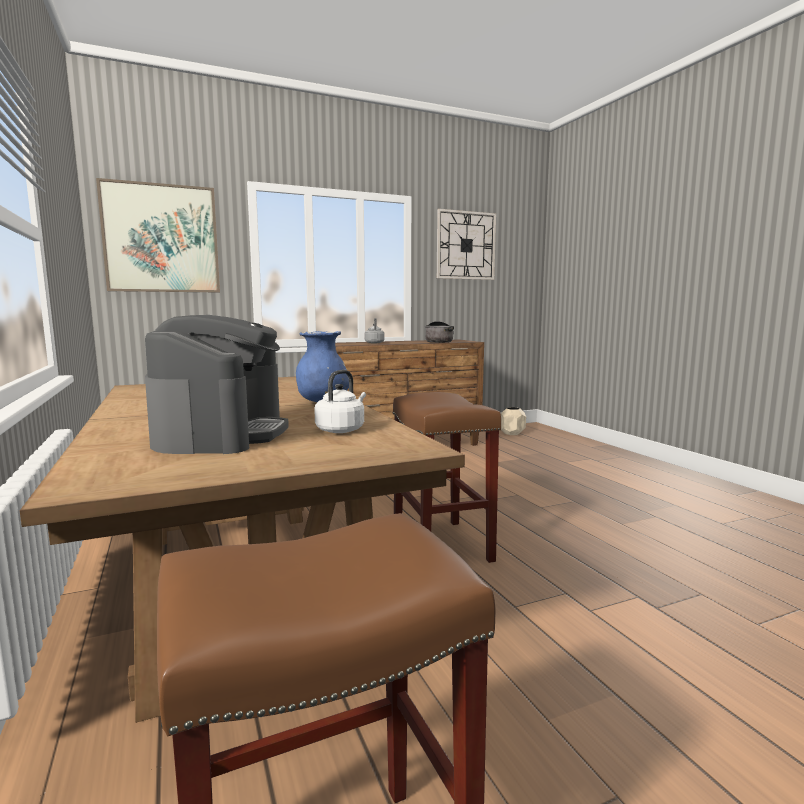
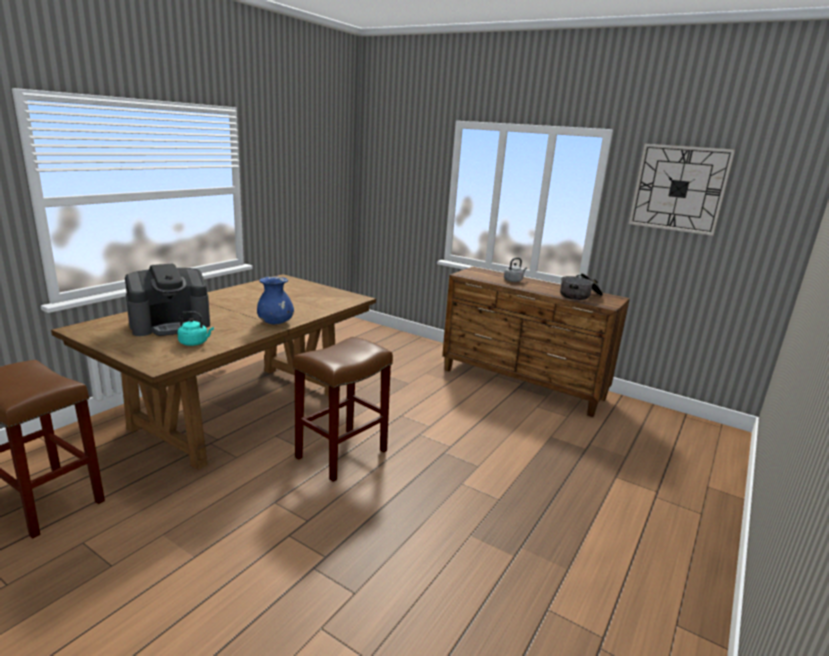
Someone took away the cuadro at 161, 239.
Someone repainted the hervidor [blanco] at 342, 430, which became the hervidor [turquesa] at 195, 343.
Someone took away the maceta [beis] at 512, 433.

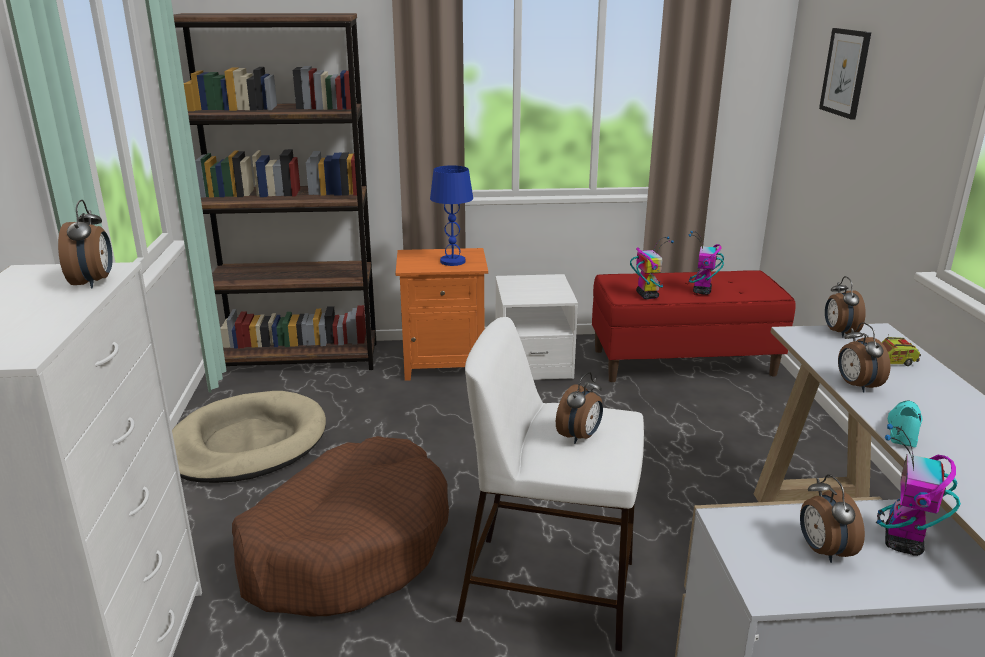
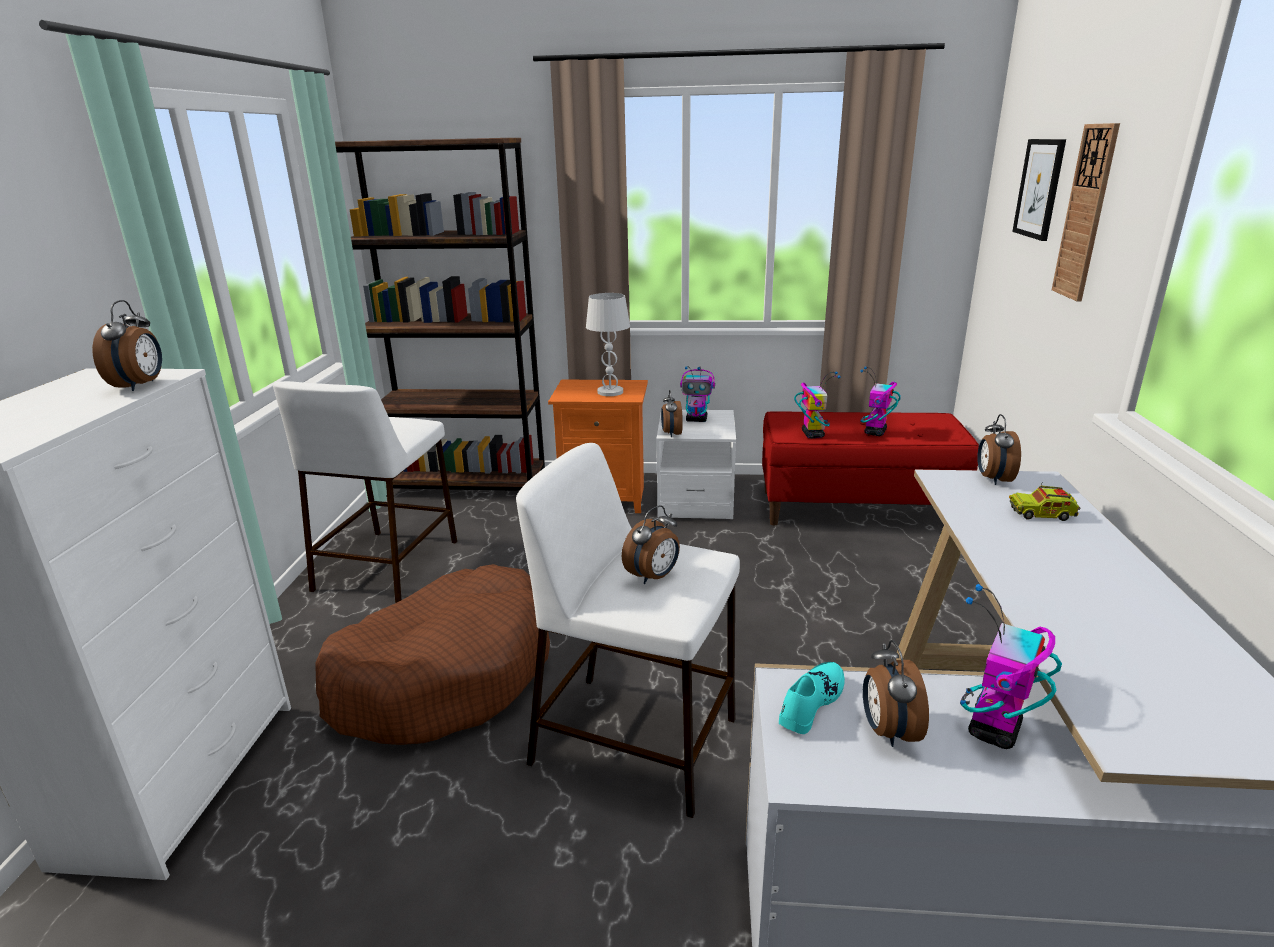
Someone swapped the cama para perro [beis] at 247, 443 for the taburete [blanco] at 387, 564.
Someone repainted the lámpara de mesa [azul] at 452, 261, which became the lámpara de mesa [blanco] at 610, 392.
Someone carried the despertador from 856, 386 to 671, 434.
Someone carried the zapato [turquesa] from 903, 429 to 810, 703.
Someone put down the robot de juguete at 697, 420.
Someone put up the reloj de pared at 1085, 213.

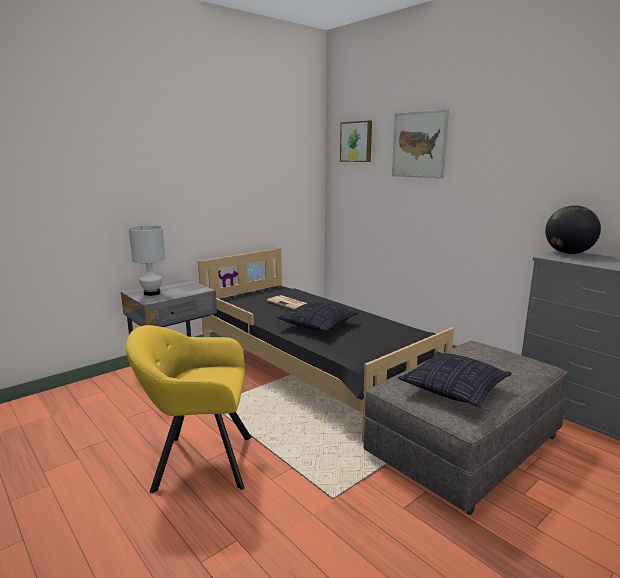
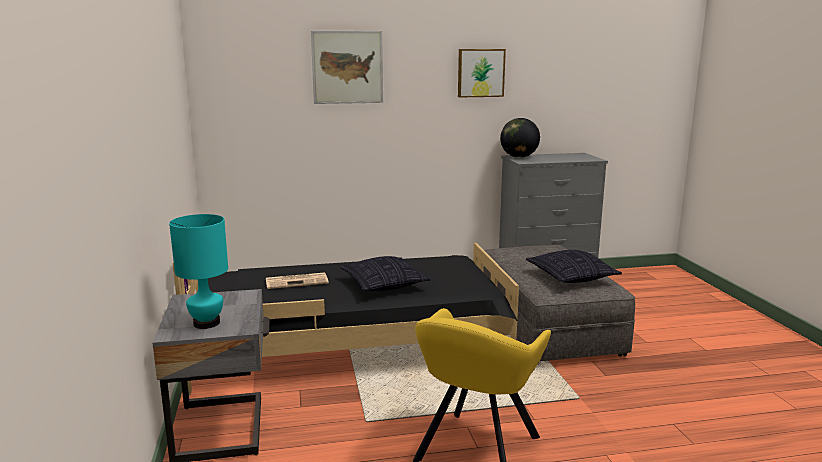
Someone repainted the lámpara de mesa [blanco] at 152, 293, which became the lámpara de mesa [turquesa] at 206, 323.
Someone carried the cuadro from 357, 141 to 480, 73.

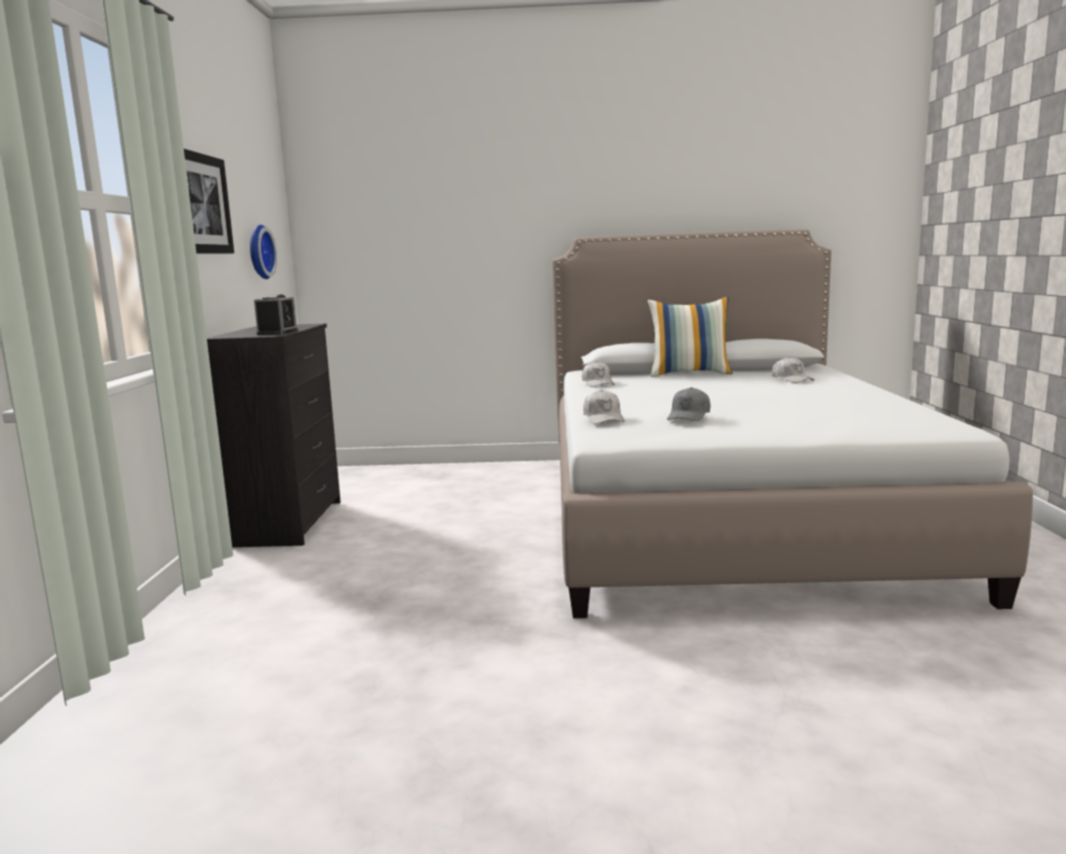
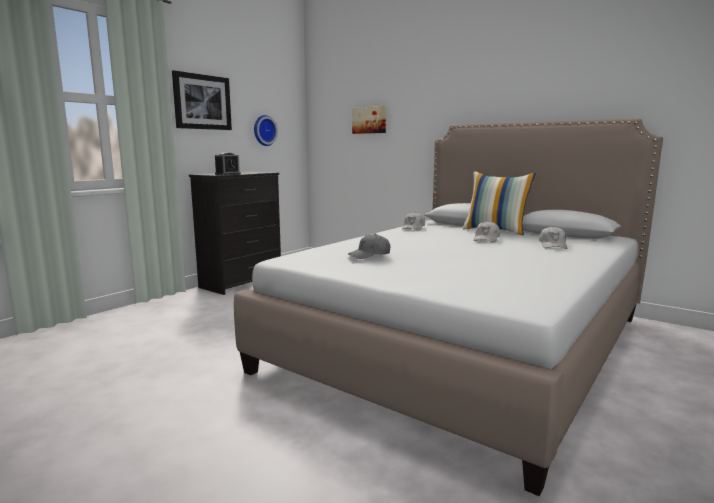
Someone carried the gorra [blanco] from 603, 418 to 486, 239.
Someone put up the cuadro at 369, 120.

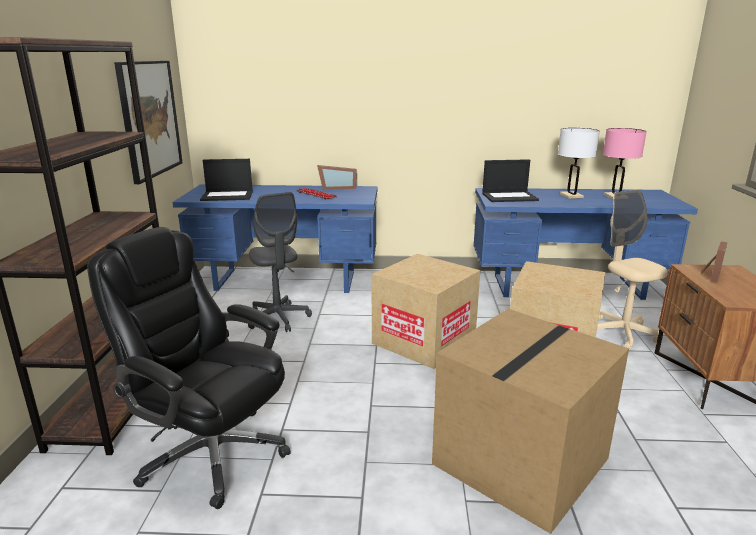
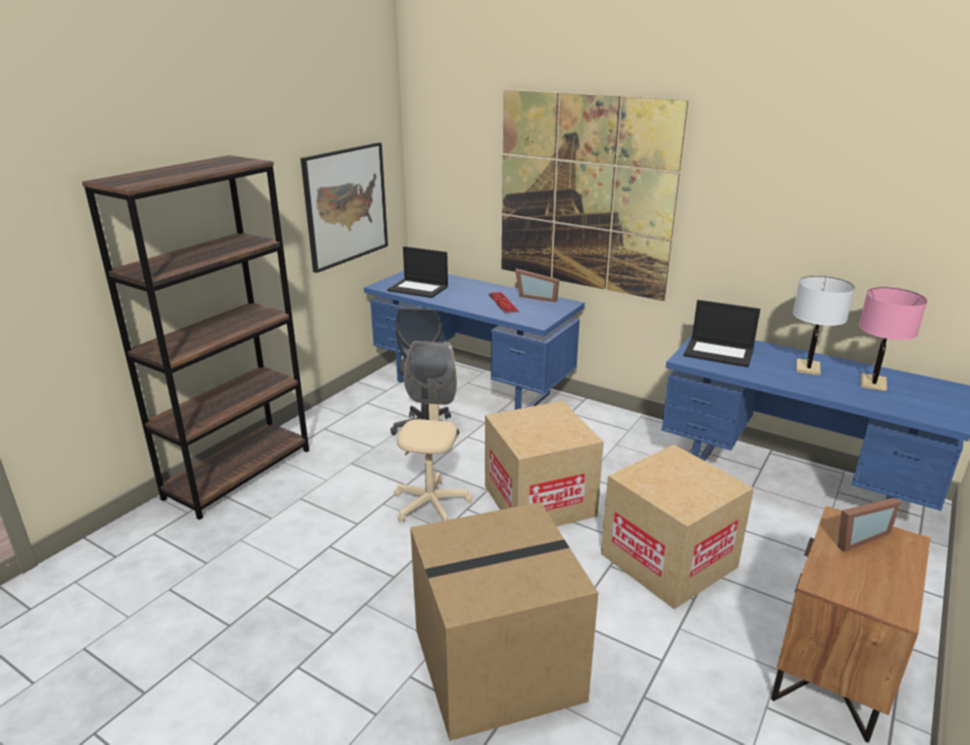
Someone took away the silla de oficina [negro] at 211, 452.
Someone carried the silla de oficina [beis] from 622, 333 to 431, 504.
Someone put up the cuadro at 584, 194.

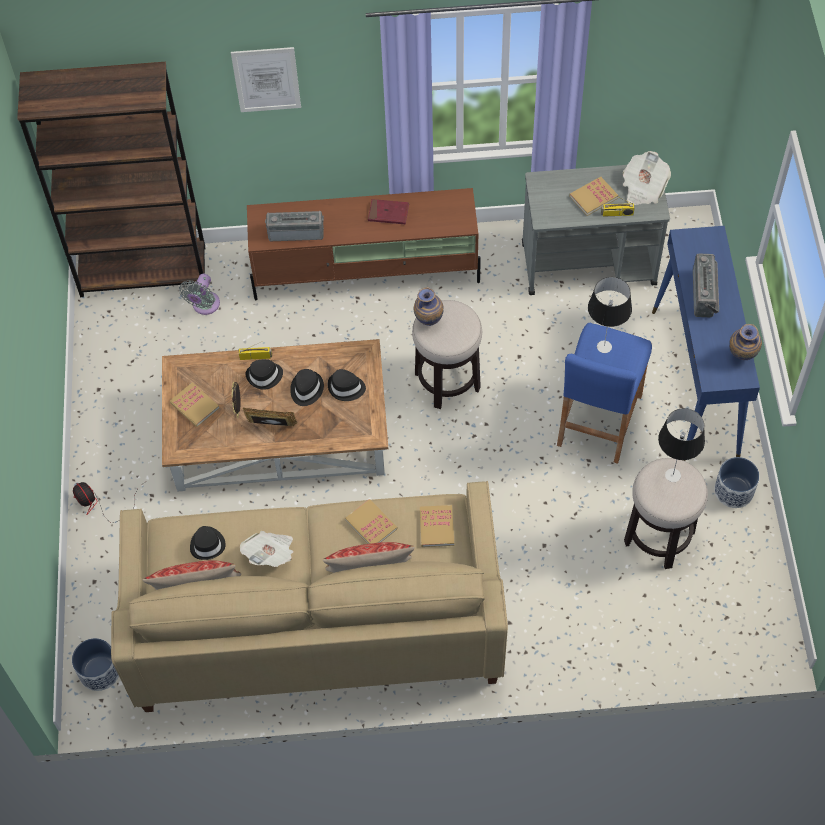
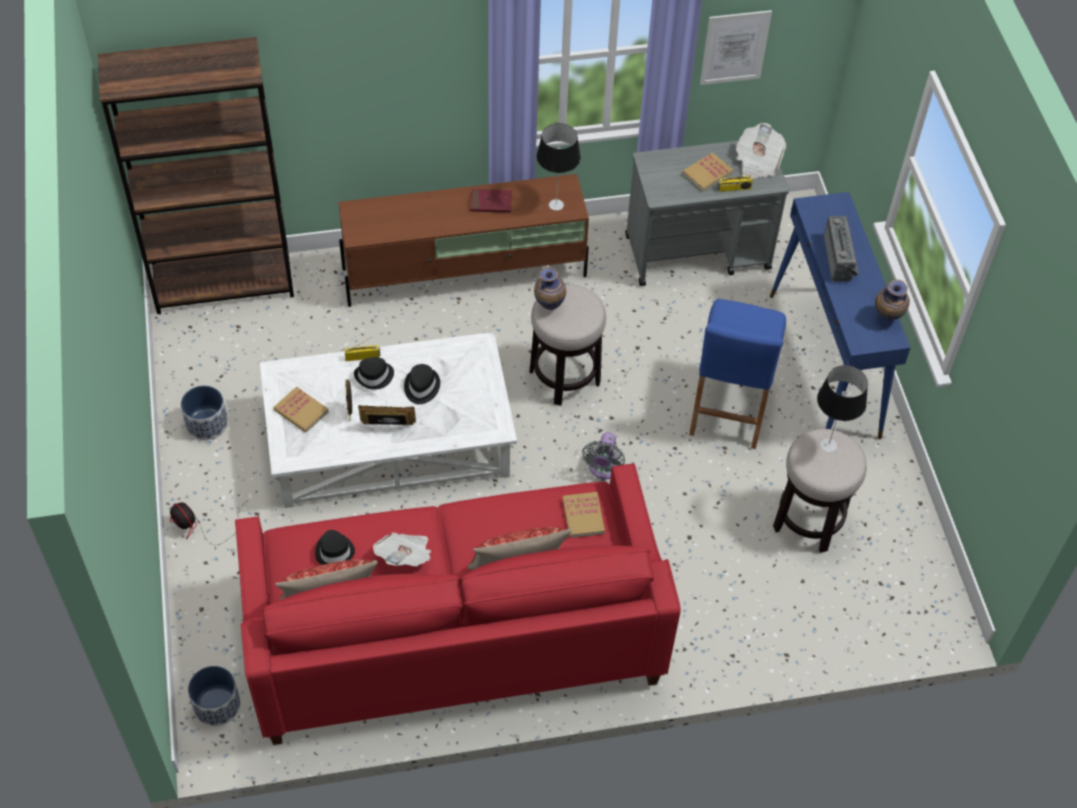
Someone repainted the sofá [beis] at 317, 622, which became the sofá [rojo] at 454, 634.
Someone repainted the mesa de centro [marrón] at 277, 434, which became the mesa de centro [blanco] at 388, 441.
Someone carried the ventilador [gris] from 204, 306 to 603, 469.
Someone carried the cuadro from 266, 79 to 735, 47.
Someone took away the radio at 296, 231.
Someone took away the sombrero [negro] at 346, 388.
Someone took away the libro at 371, 524.
Someone carried the lámpara de mesa from 604, 347 to 556, 205.
Someone carried the maceta from 733, 491 to 206, 423.

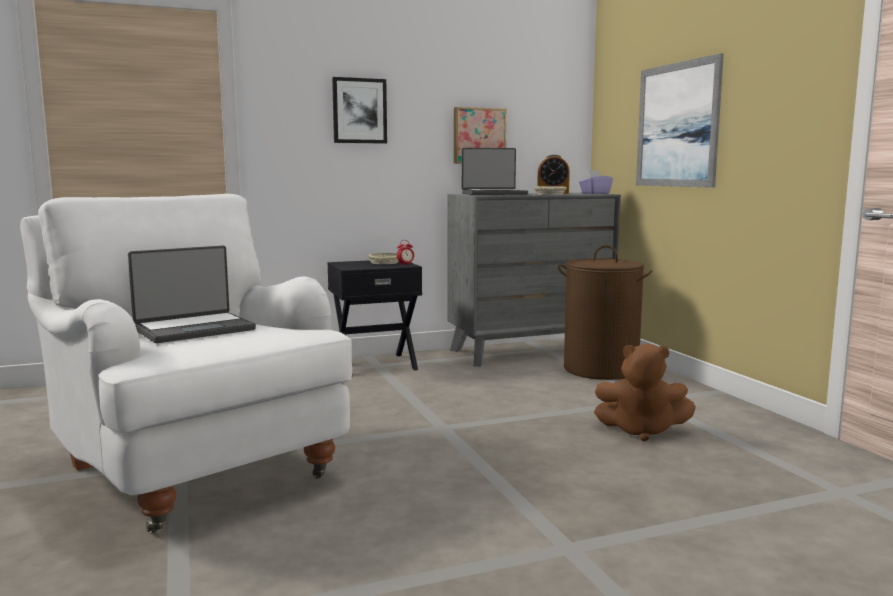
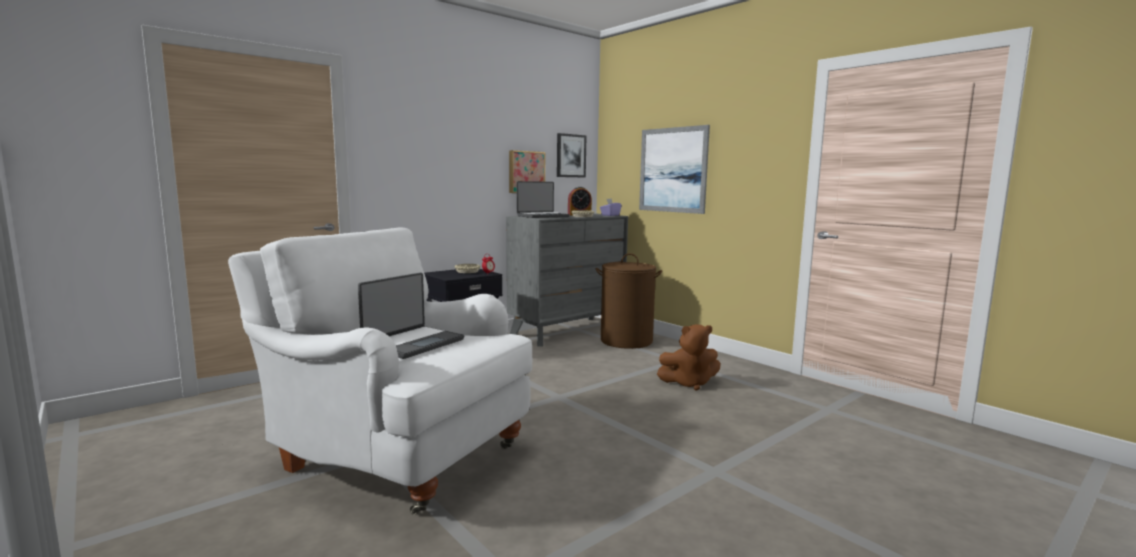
Someone carried the cuadro from 359, 111 to 570, 156.

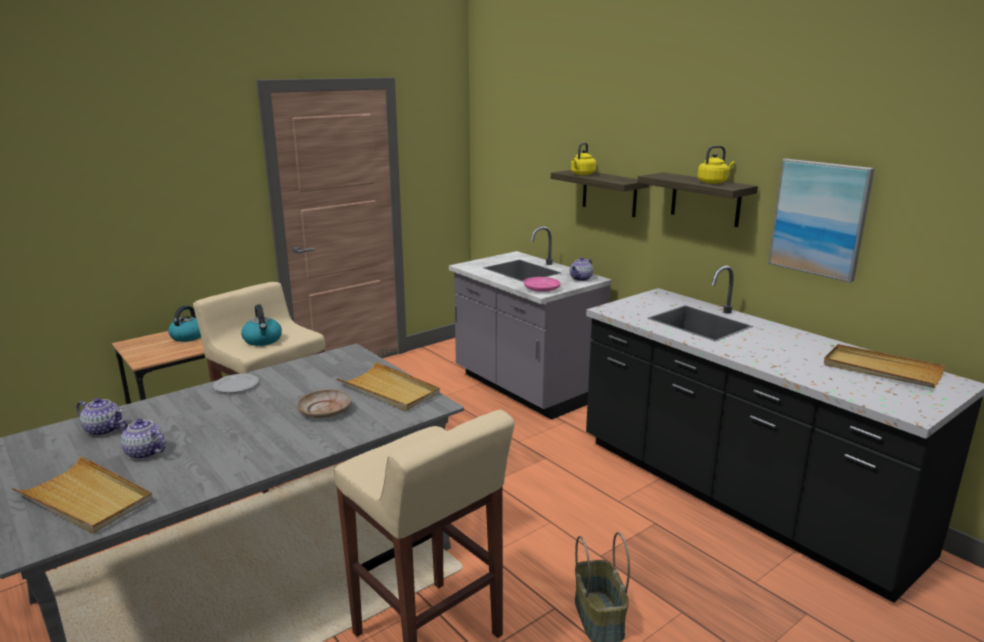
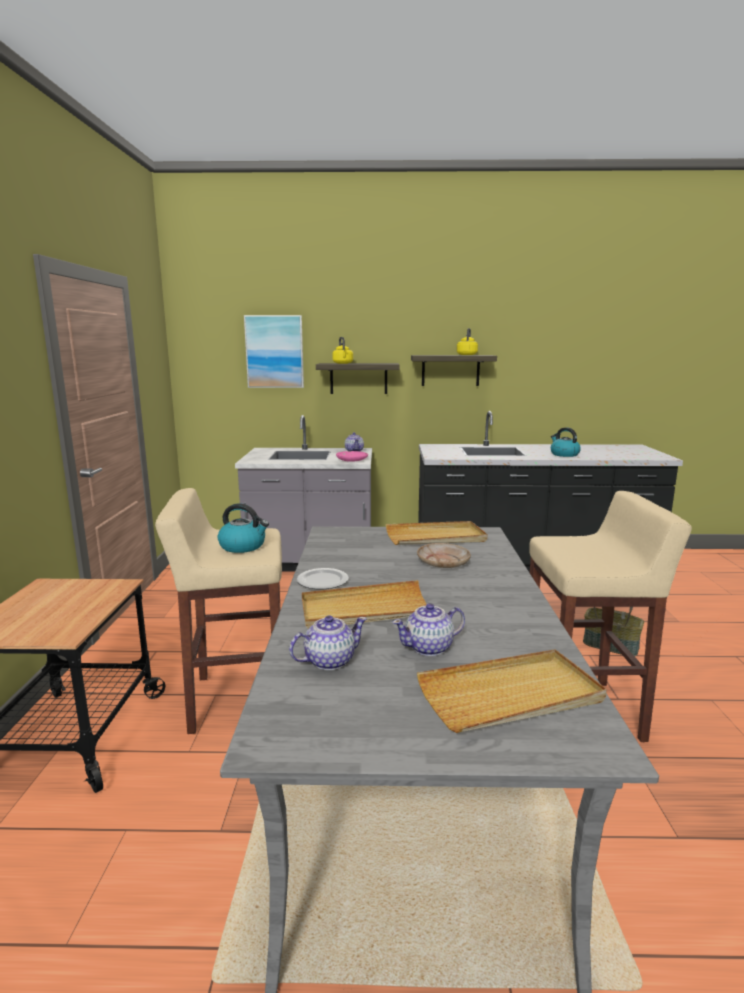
Someone carried the hervidor from 188, 336 to 564, 454.
Someone carried the cuadro from 819, 218 to 274, 351.
Someone carried the bandeja [beis] from 881, 370 to 365, 610.

